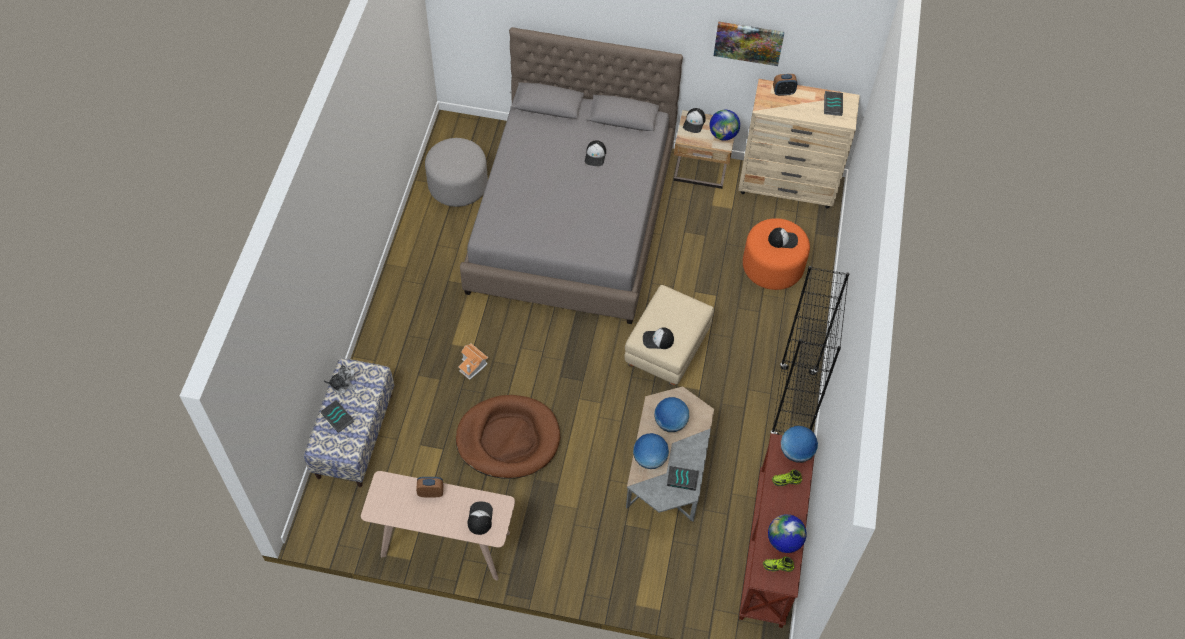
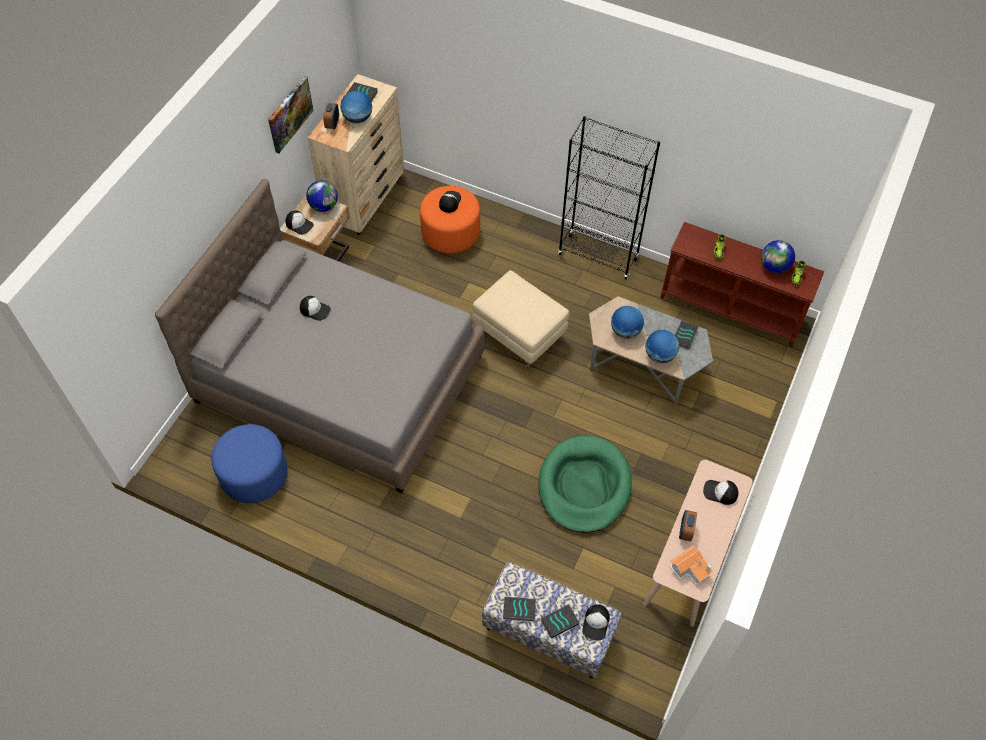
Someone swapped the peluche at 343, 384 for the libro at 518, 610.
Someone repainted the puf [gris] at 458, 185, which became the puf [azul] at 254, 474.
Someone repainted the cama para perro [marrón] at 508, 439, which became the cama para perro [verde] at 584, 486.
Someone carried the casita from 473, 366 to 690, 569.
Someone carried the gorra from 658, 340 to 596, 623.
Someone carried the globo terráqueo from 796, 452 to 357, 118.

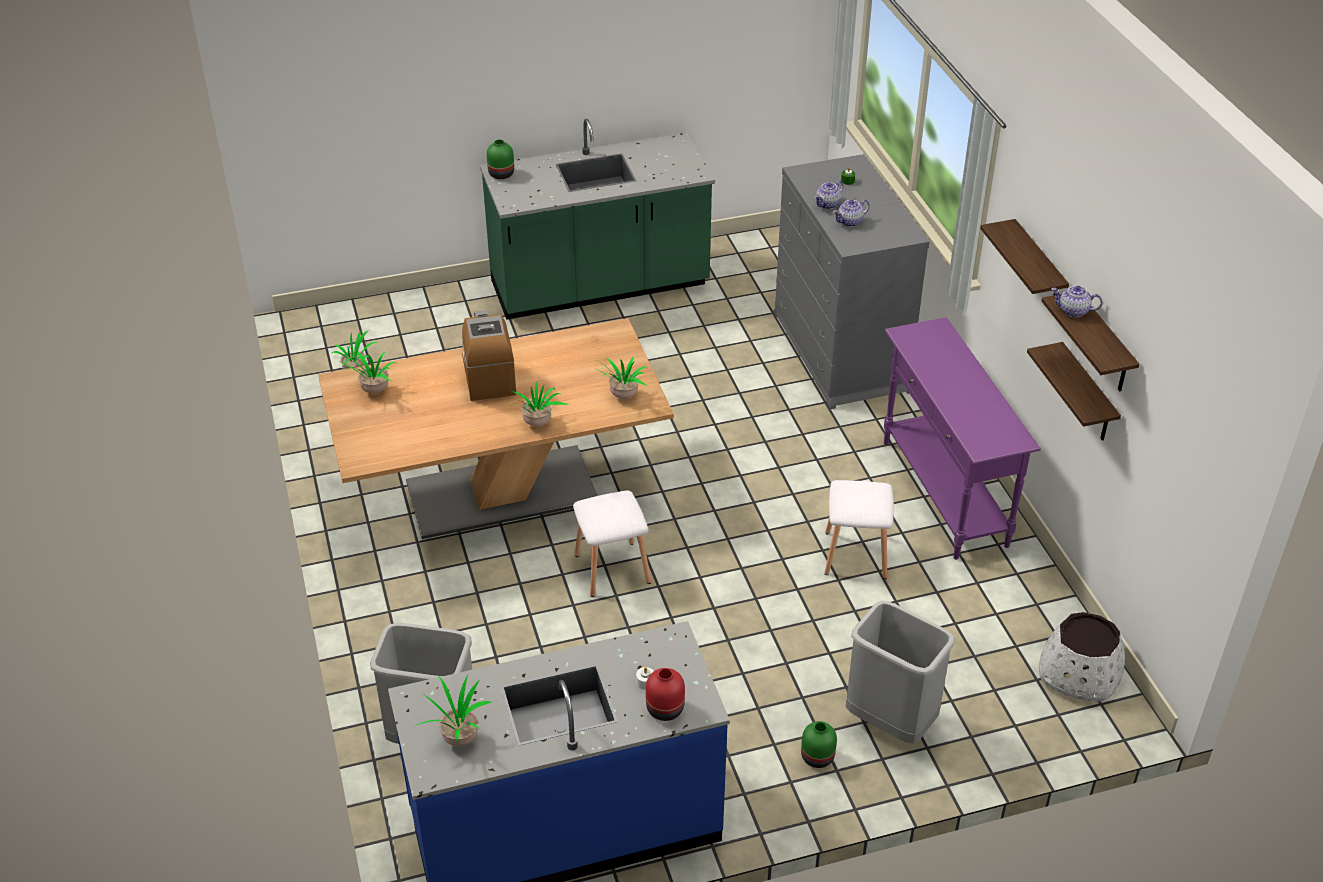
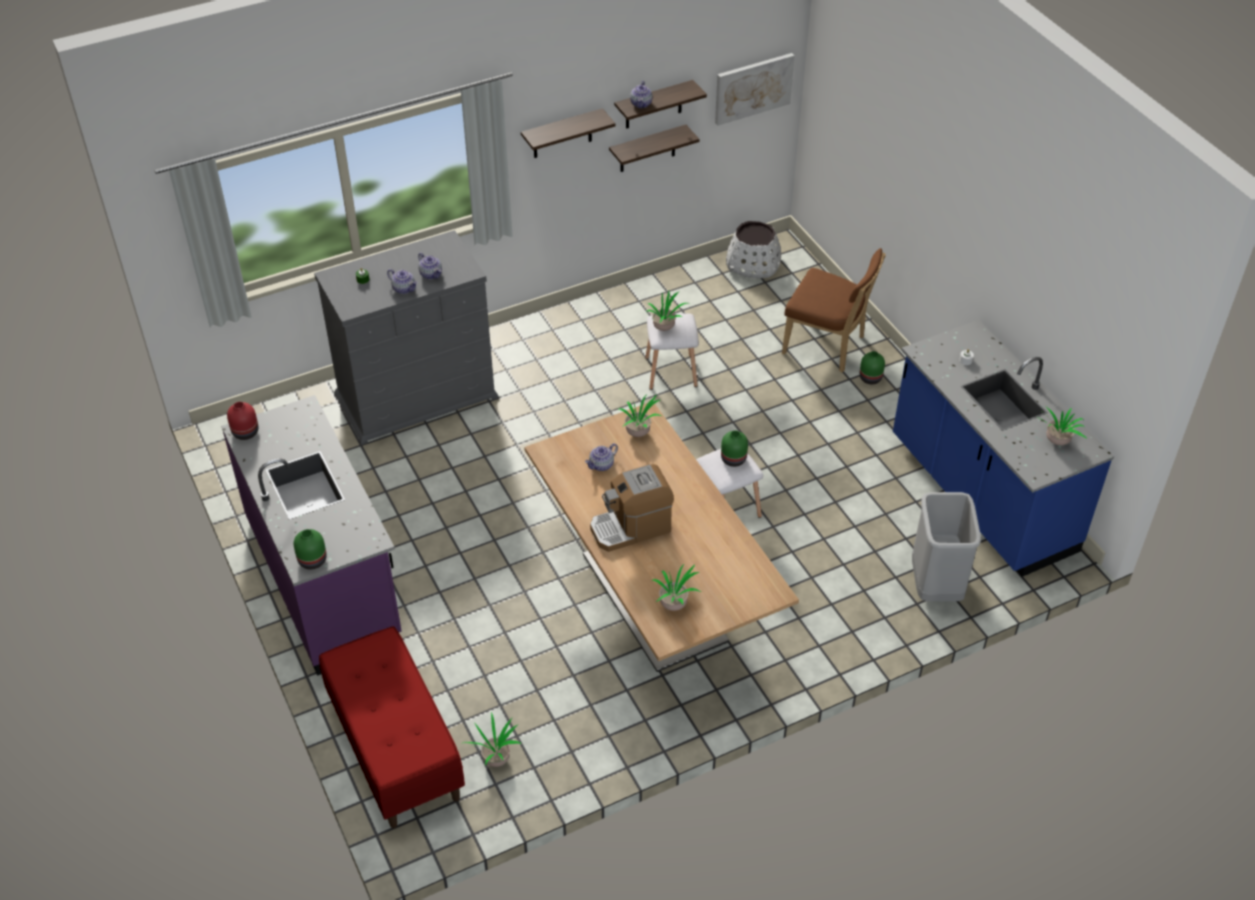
Someone repainted the mueble bajo de cocina [verde] at 600, 287, which became the mueble bajo de cocina [morado] at 325, 579.
Someone carried the planta en maceta from 537, 425 to 665, 328.
Someone carried the florero [rojo] from 666, 708 to 245, 432.
Someone swapped the papelera [gris] at 889, 722 for the silla [marrón] at 827, 346.
Someone took away the mesa consola [morado] at 944, 494.
Someone put down the banco [rojo] at 395, 749.
Someone put down the tetera at 601, 465.
Someone put up the cuadro at 753, 88.
Someone put down the florero [verde] at 733, 460.

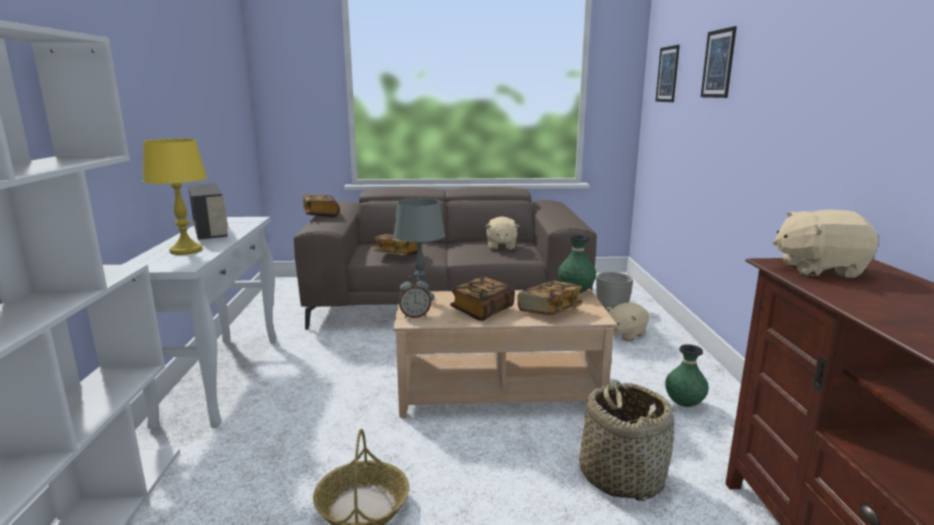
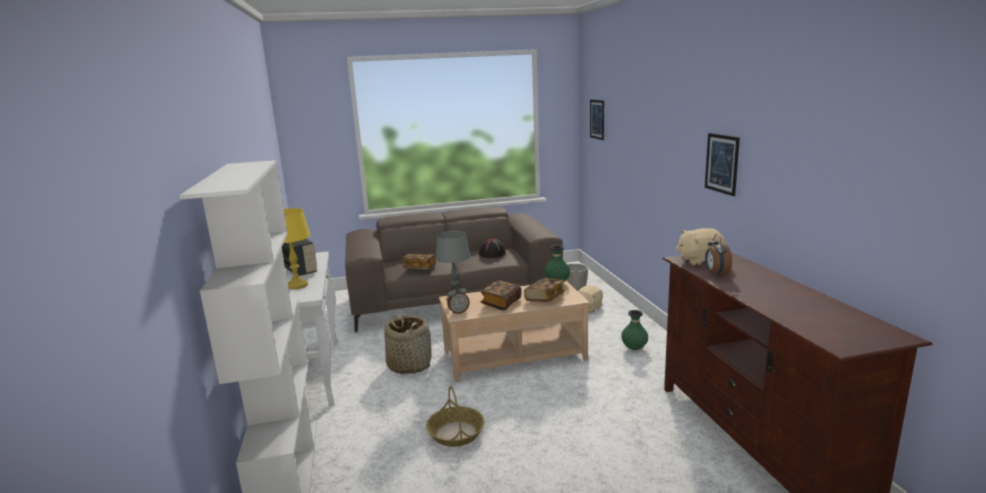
Someone took away the libro at 321, 214.
Someone swapped the peluche [beis] at 501, 246 for the sombrero [negro] at 492, 254.
Someone carried the cesta from 621, 475 to 409, 365.
Someone carried the cuadro from 718, 64 to 721, 163.
Someone put down the despertador at 716, 274.

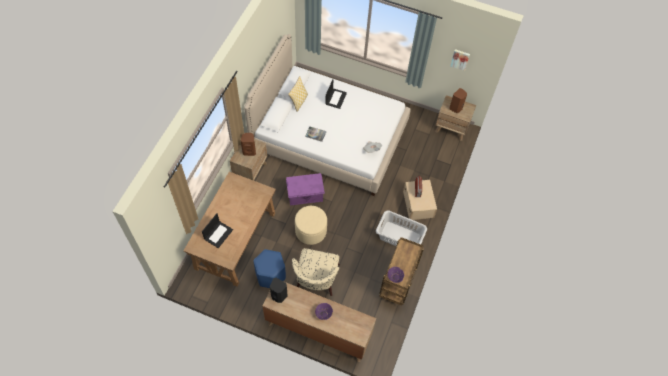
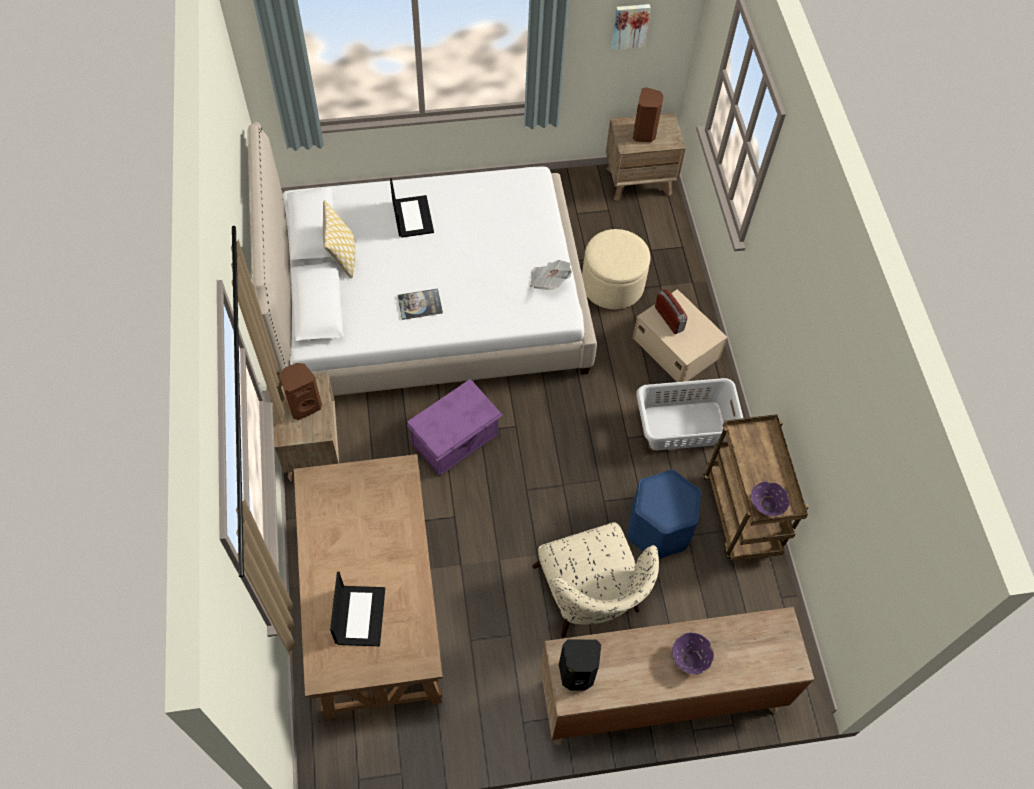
Someone carried the taburete [azul] from 270, 276 to 658, 529.
Someone carried the puf [beis] from 311, 231 to 612, 285.

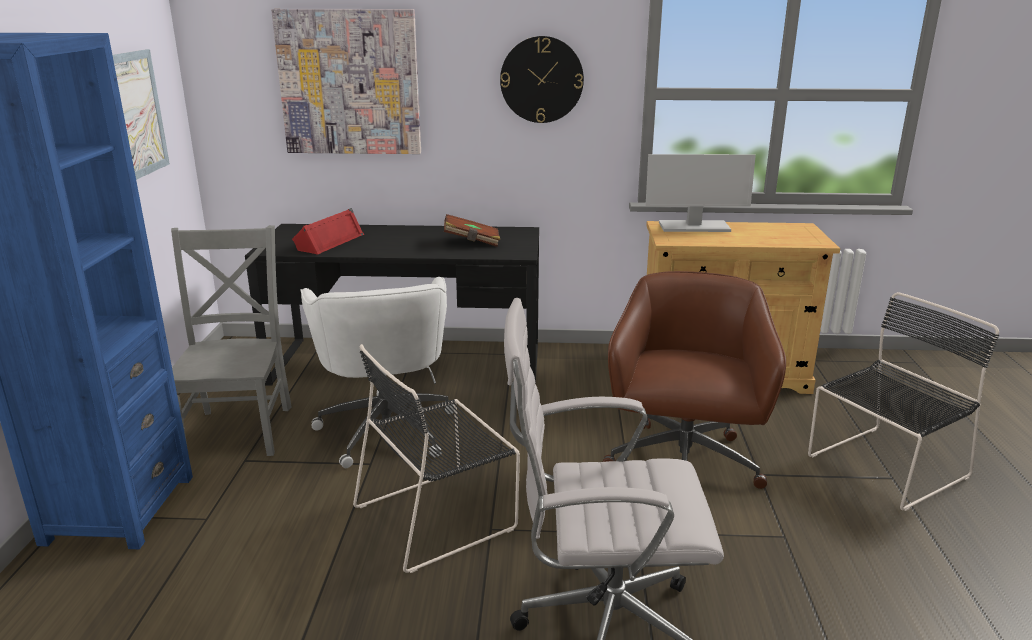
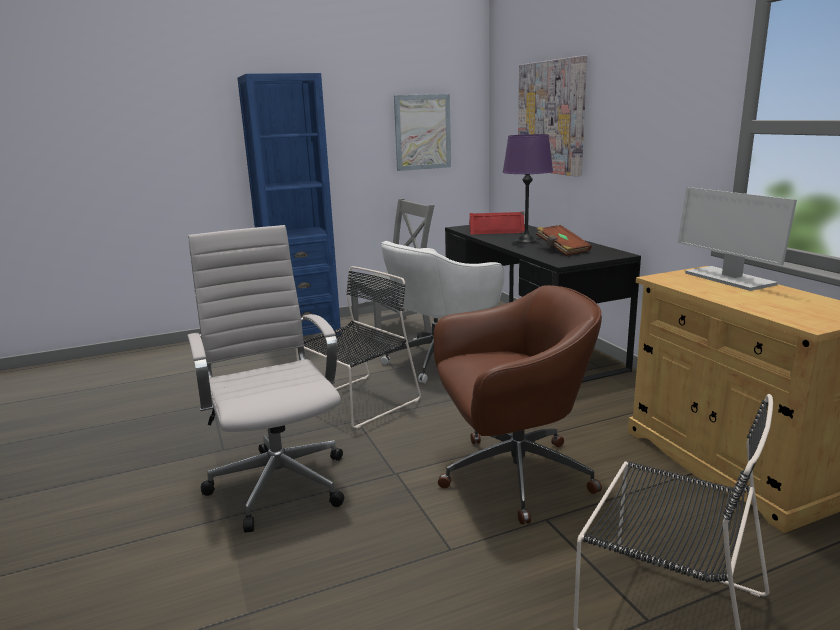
Someone rotated the silla [negro] at 439, 516 by 105 degrees clockwise.
Someone took away the reloj de pared at 541, 80.
Someone put down the lámpara de mesa [morado] at 526, 241.

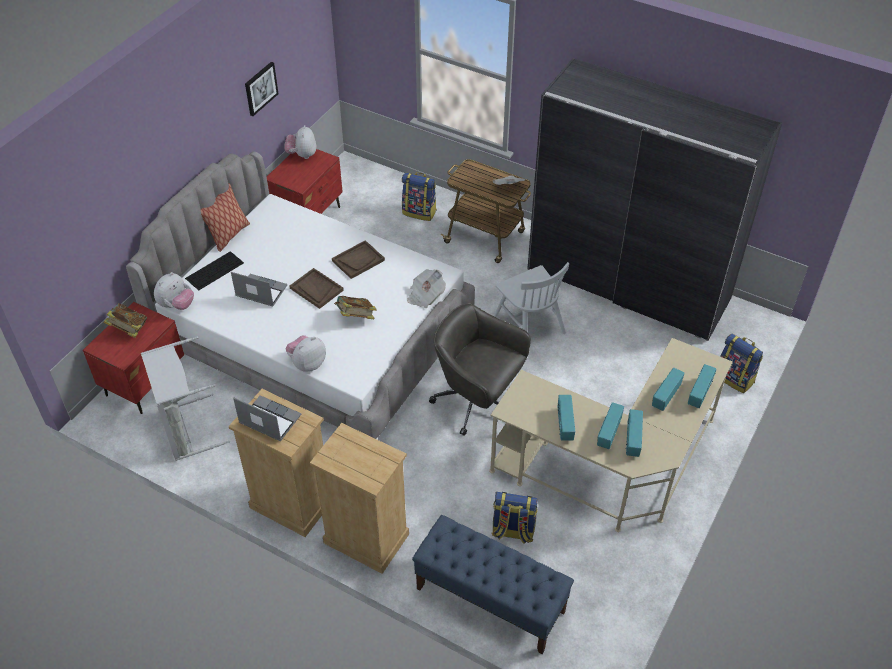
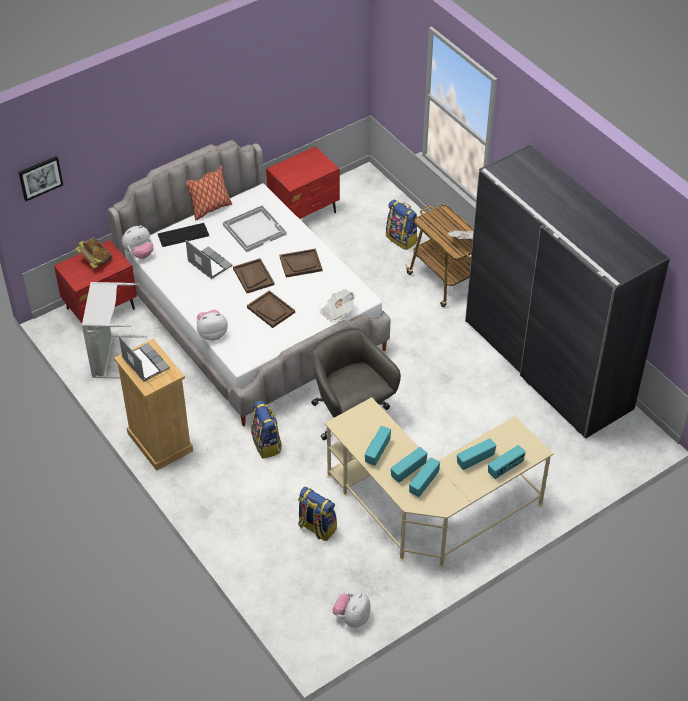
Someone carried the cuadro from 260, 88 to 40, 177.
Someone carried the peluche from 302, 155 to 352, 618.
Someone took away the cómoda [beis] at 366, 538.
Someone swapped the libro at 356, 317 for the bandeja [marrón] at 271, 310.
Someone took away the banco [azul] at 489, 600.
Someone took away the silla [blanco] at 529, 324.
Someone carried the mochila from 735, 378 to 267, 444.
Someone put down the bandeja [blanco] at 254, 229.

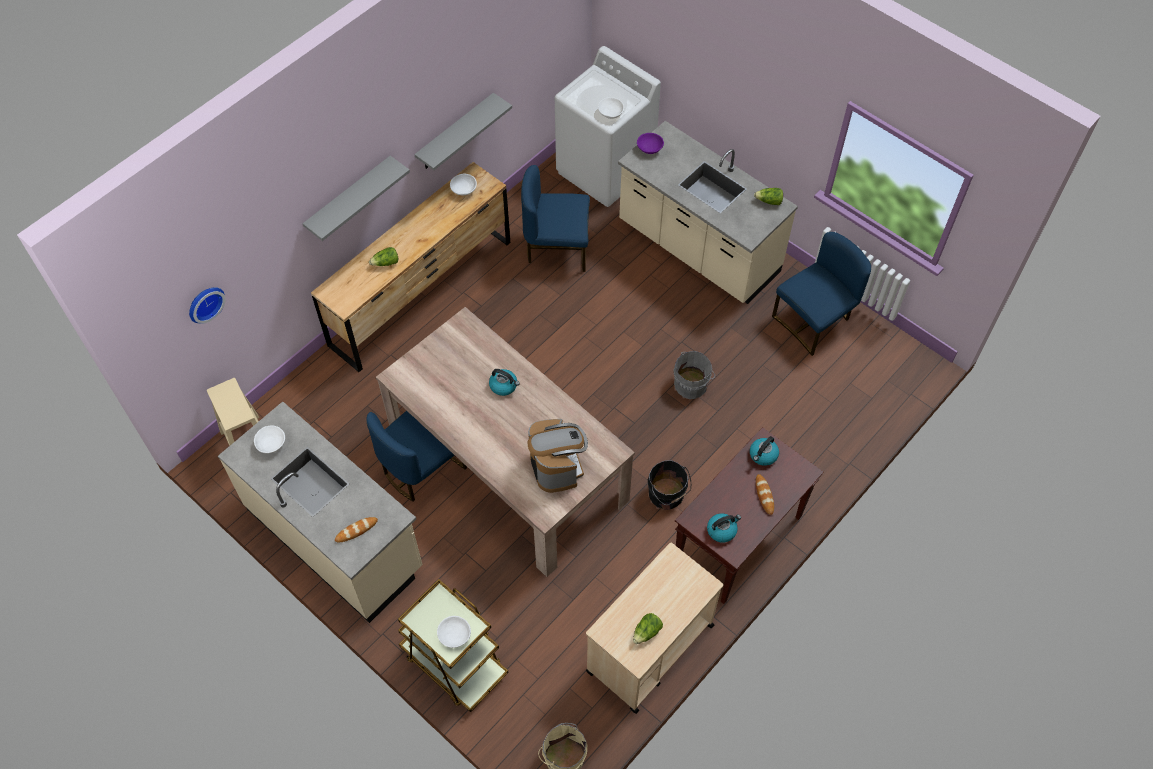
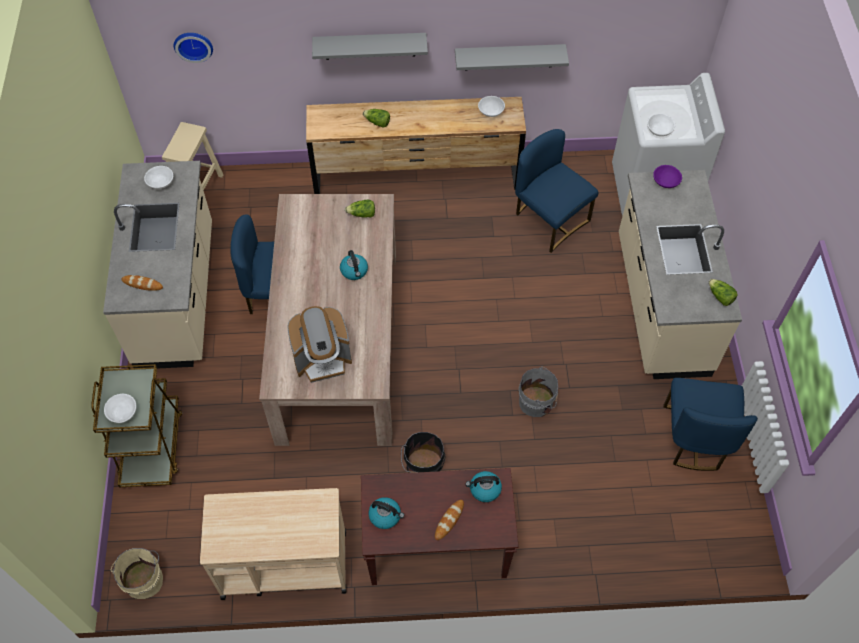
Someone rotated the cafetera at 557, 466 by 45 degrees clockwise.
Someone carried the lechuga from 647, 632 to 362, 214.
Someone rotated the silla [azul] at 813, 321 by 90 degrees clockwise.

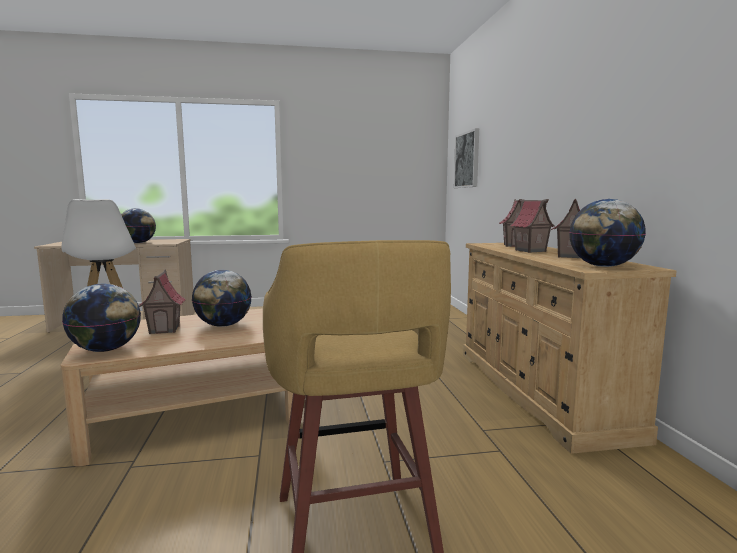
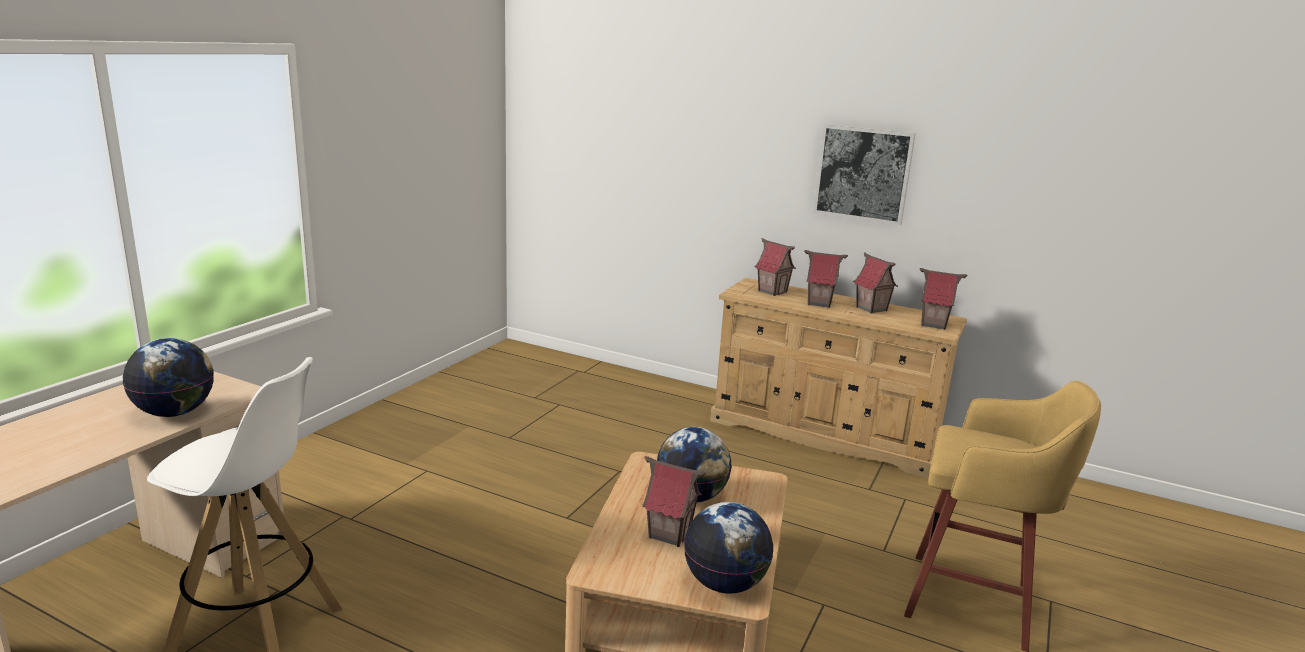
Someone carried the cuadro from 467, 160 to 863, 173.
Someone swapped the globo terráqueo at 602, 266 for the casita at 934, 324.

